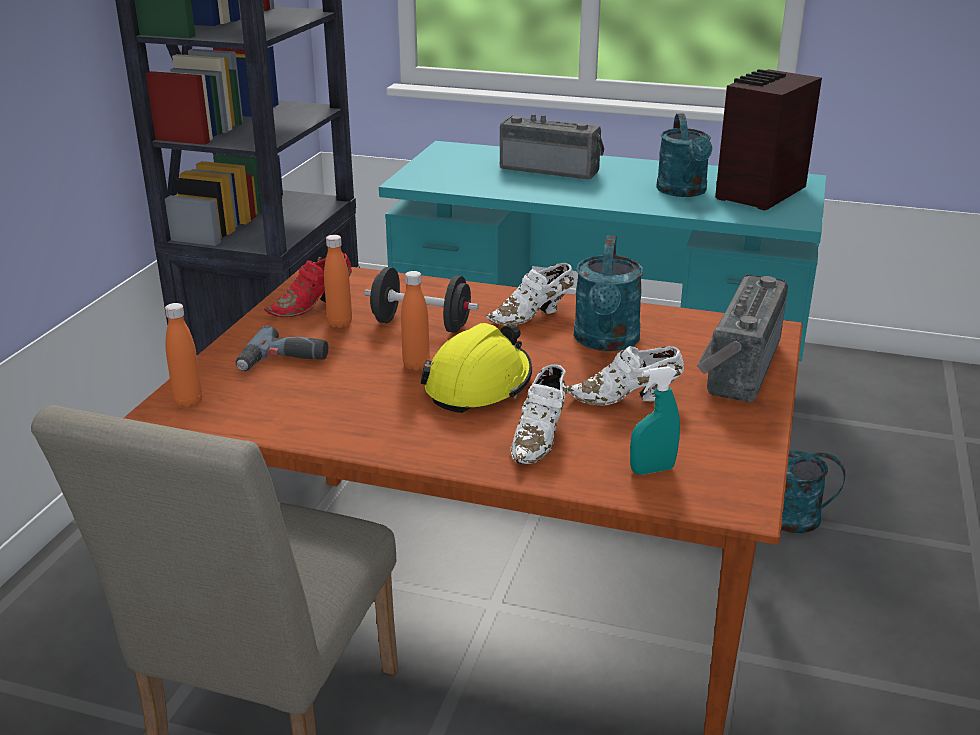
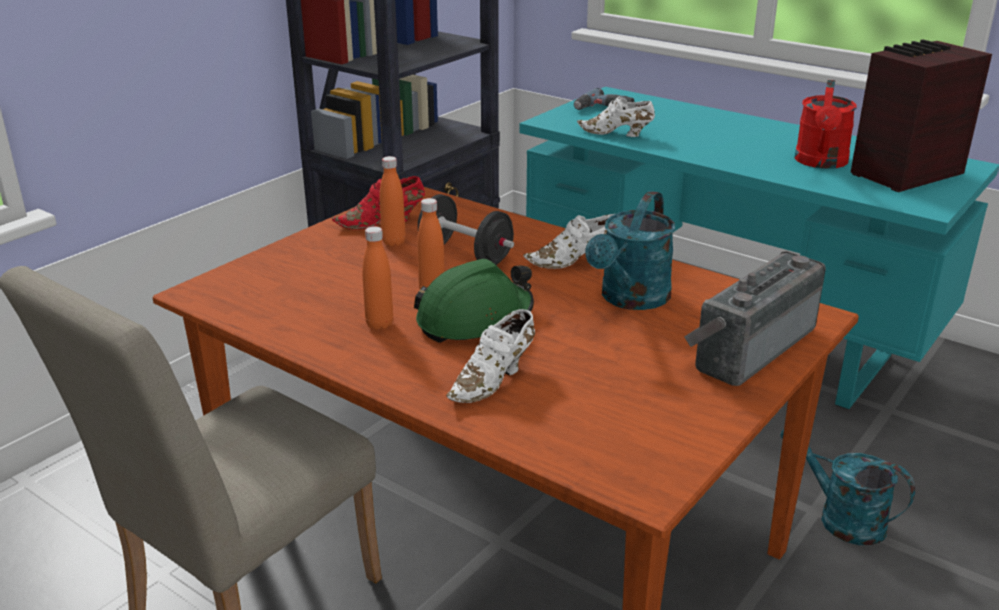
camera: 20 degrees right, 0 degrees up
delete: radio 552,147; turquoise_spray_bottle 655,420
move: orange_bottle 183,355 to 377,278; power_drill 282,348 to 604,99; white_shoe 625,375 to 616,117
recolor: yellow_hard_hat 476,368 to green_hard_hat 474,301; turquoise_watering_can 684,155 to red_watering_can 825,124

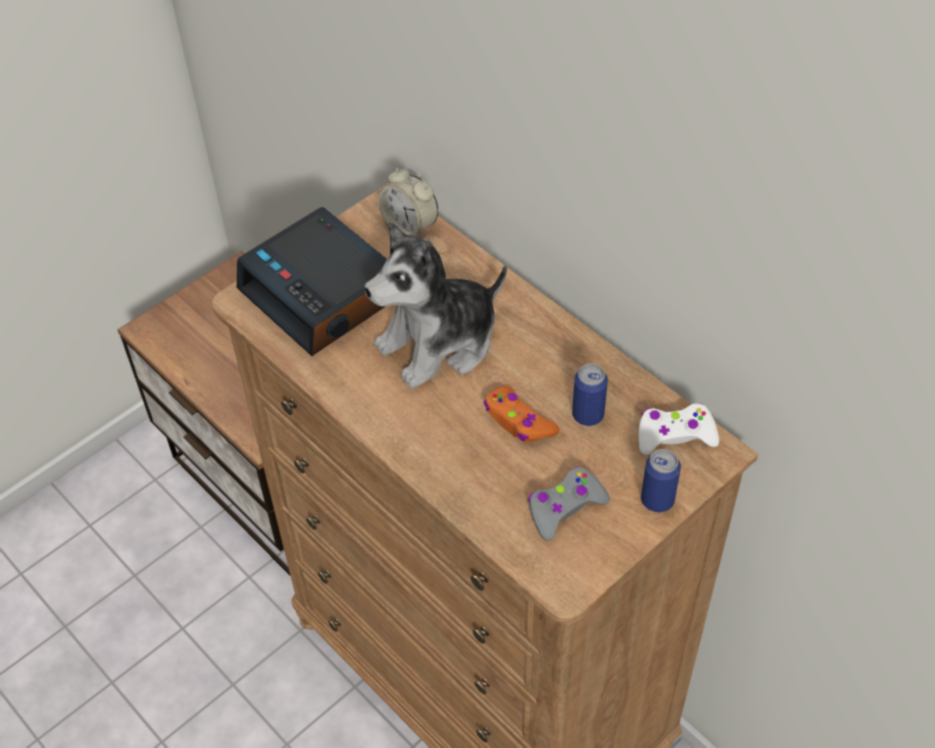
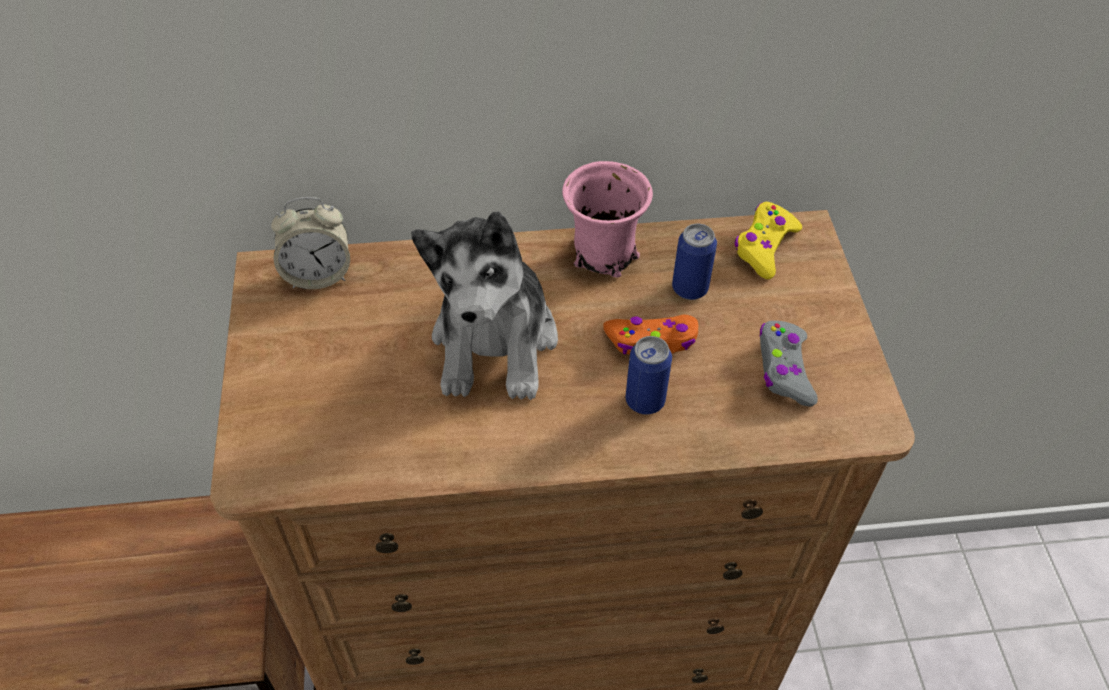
camera: 55 degrees left, 0 degrees up
delete: alarm_clock 312,281
insert: pink_mug 607,219
move: can 661,480 to 649,375
recolor: white_game_controller 678,429 to yellow_game_controller 768,240

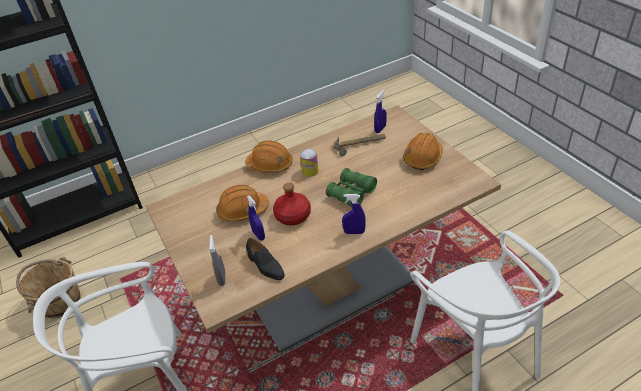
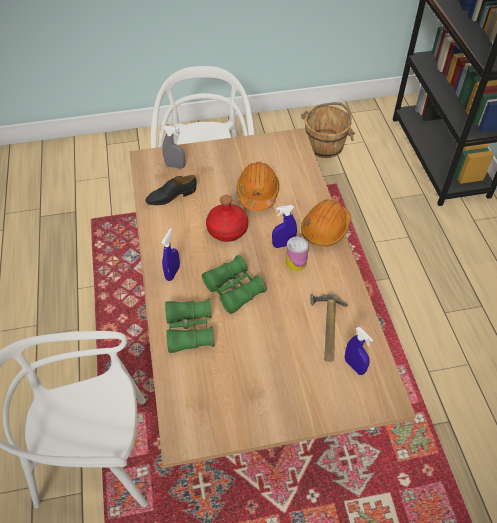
camera: 105 degrees right, 10 degrees up
delete: orange_hard_hat 423,151
insert: green_binoculars 190,325
move: blue_spray_bottle 256,218 to 284,226

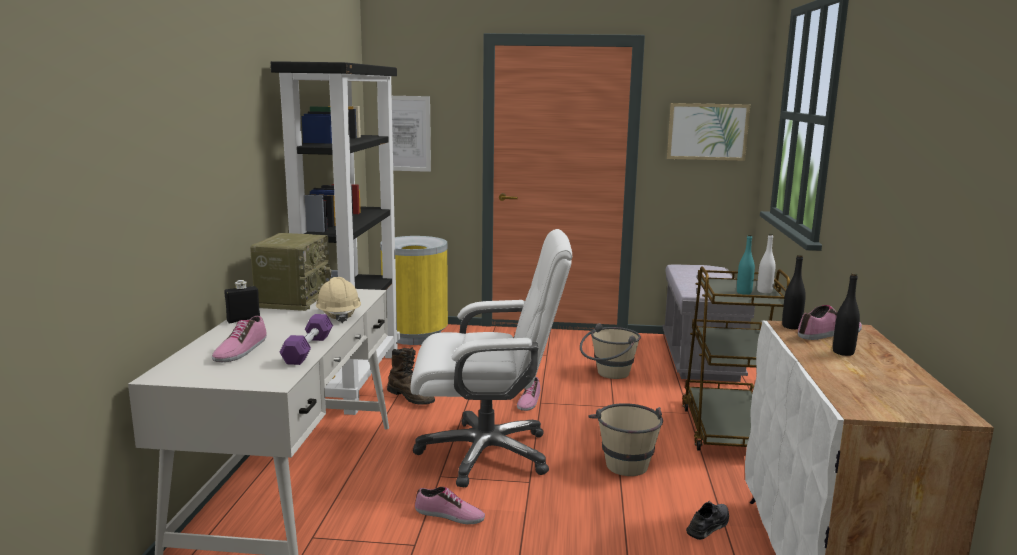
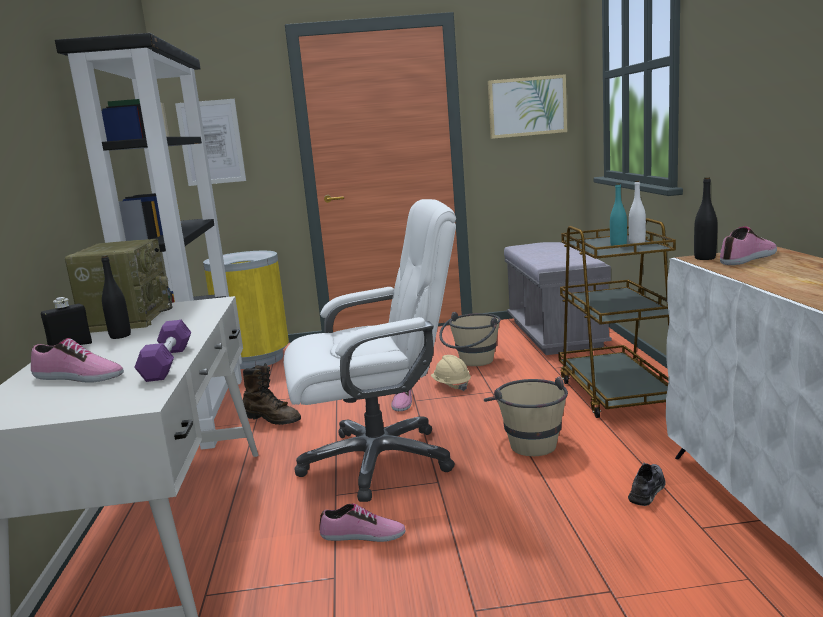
camera: 10 degrees left, 0 degrees up
move: beige_hard_hat 338,300 to 451,373; black_bottle 846,314 to 116,297
rotate: shoe 239,339 = 77,360 75 degrees counterclockwise

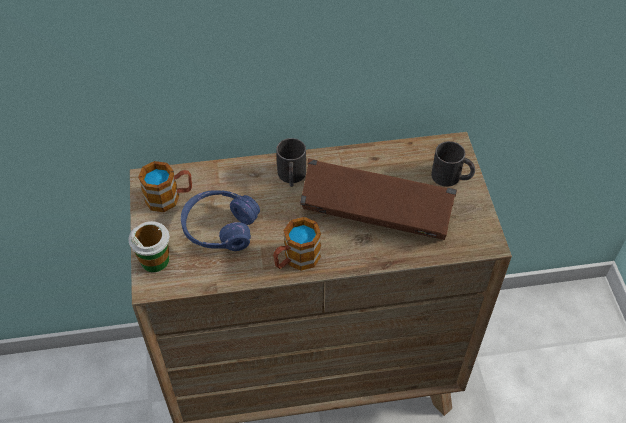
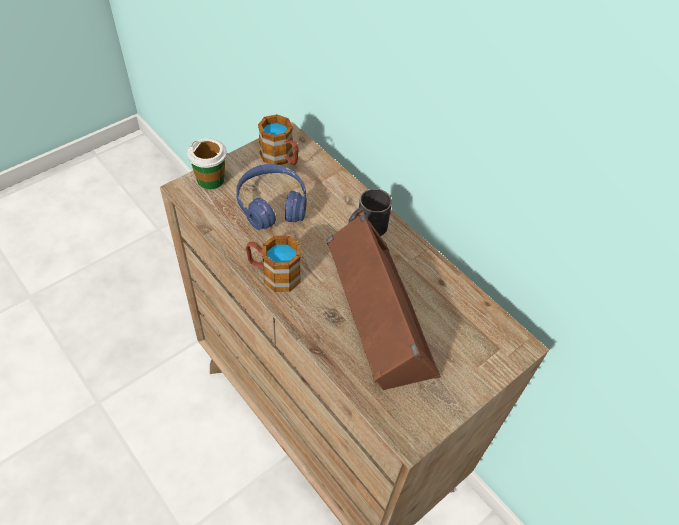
camera: 55 degrees right, 0 degrees up
delete: black_mug 453,164

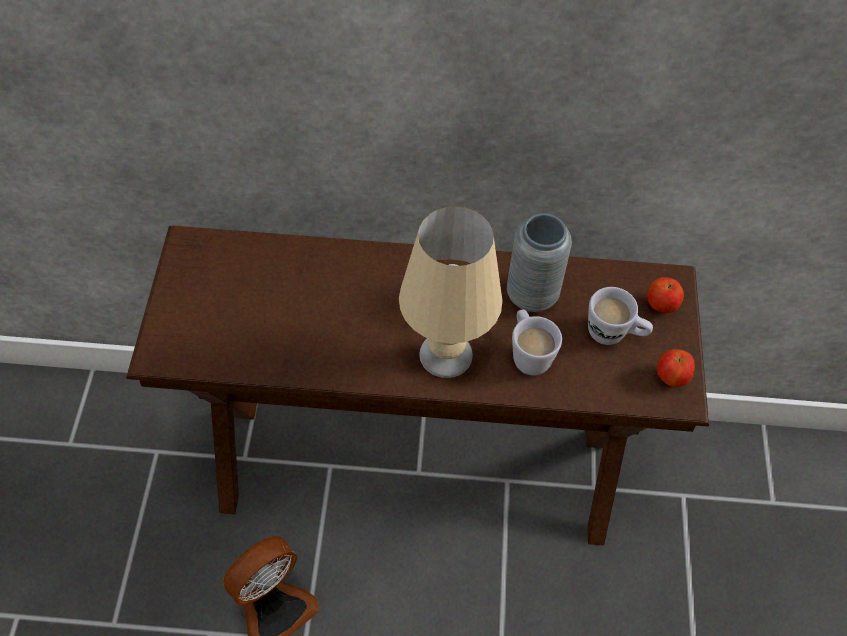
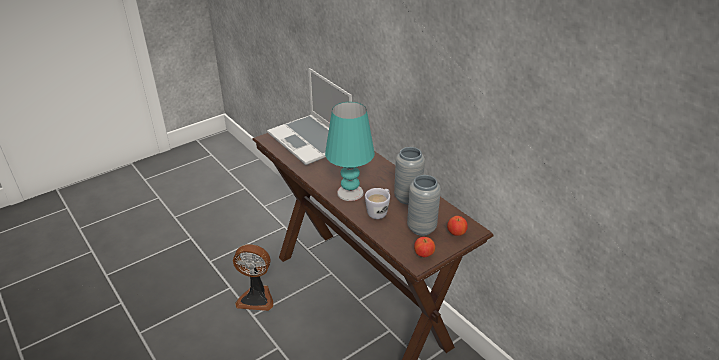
camera: 50 degrees right, 20 degrees down
insert: laptop 309,116
replace: white_mug 620,316 to grey_vase 424,205
recolor: beige_table_lamp 450,292 to turquoise_table_lamp 350,151

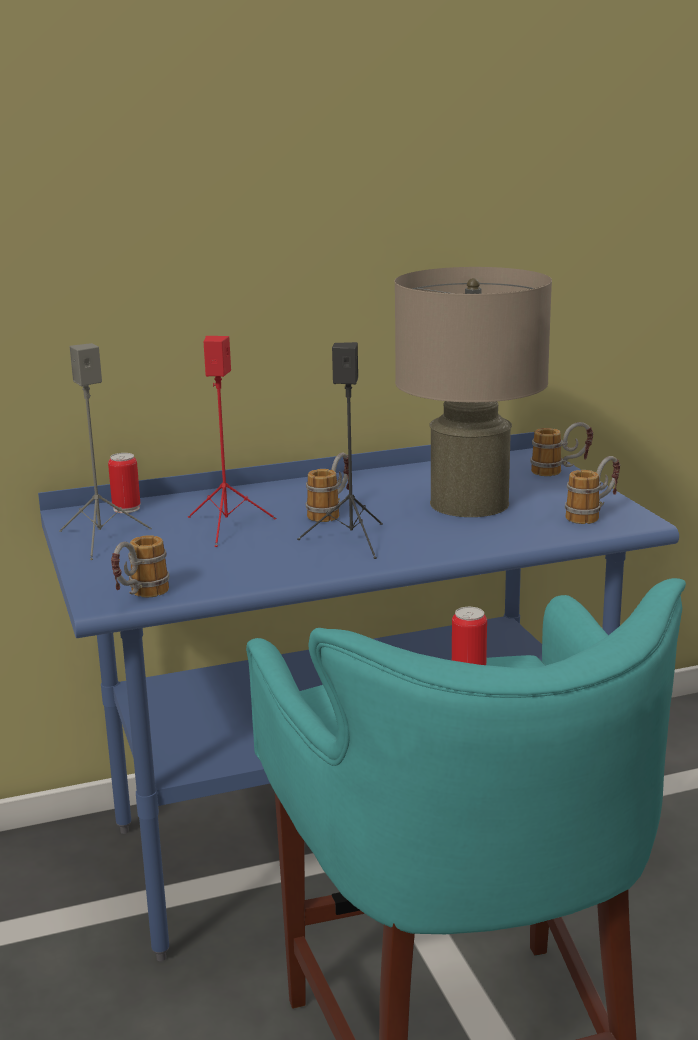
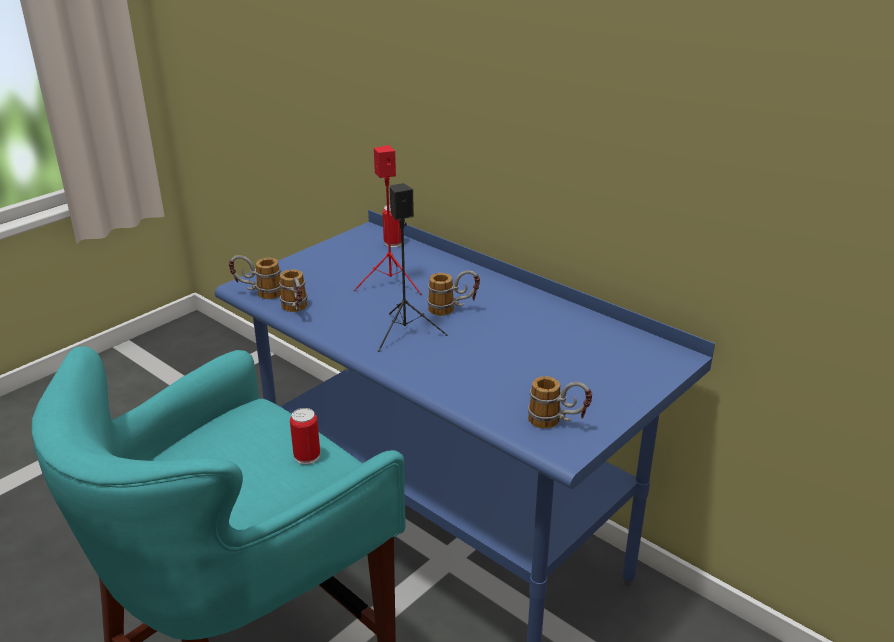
camera: 60 degrees right, 10 degrees up
delete: grey_speaker 105,451; beige_table_lamp 473,392
move: mug 561,449 to 293,290

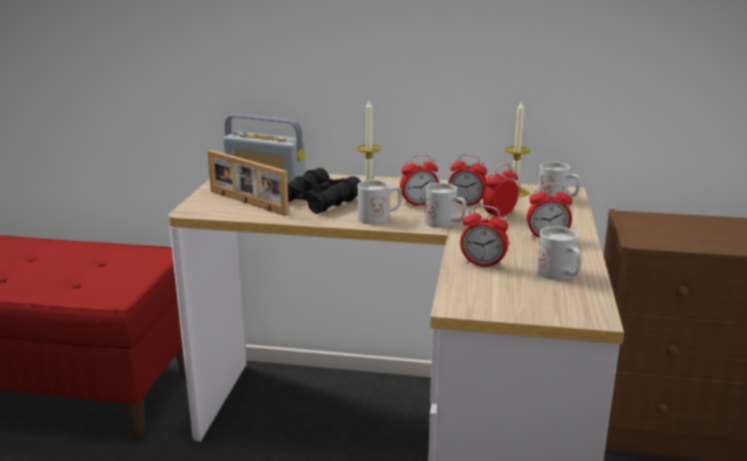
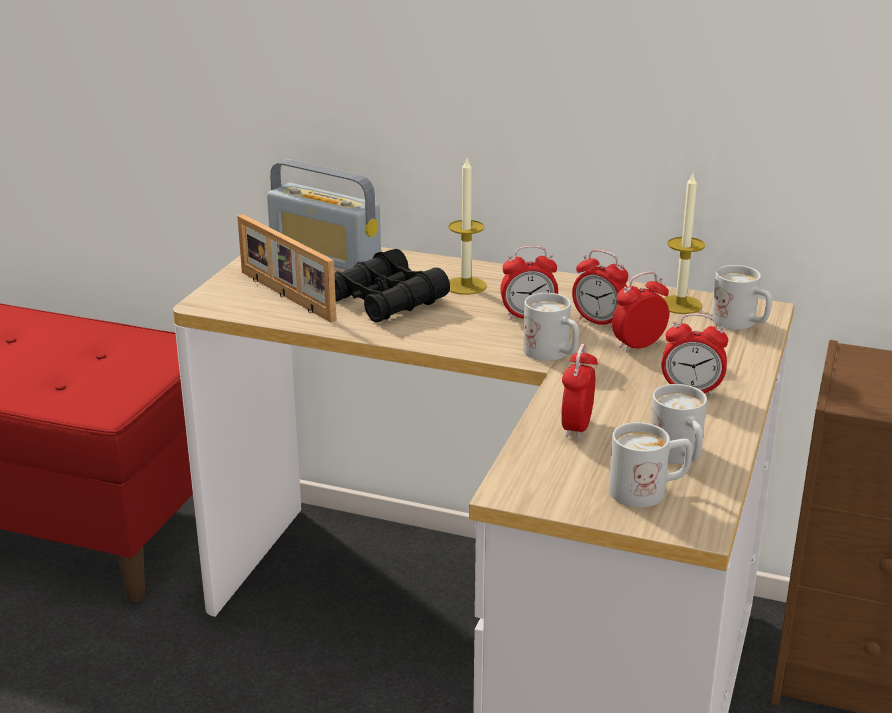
camera: 10 degrees right, 5 degrees up
move: white_mug 380,202 to 650,465
rotate: alarm_clock 484,237 = 579,391 75 degrees clockwise

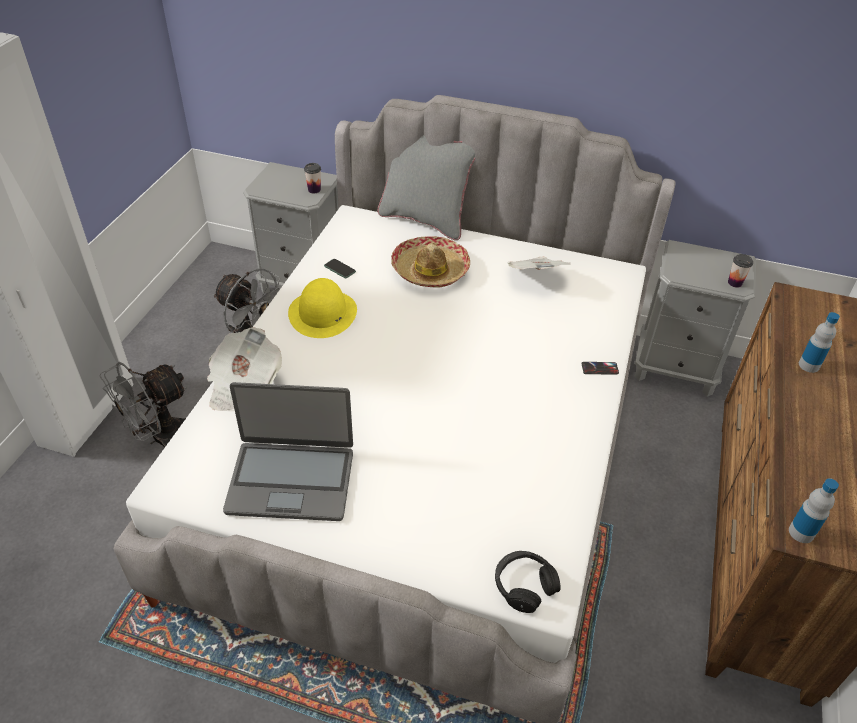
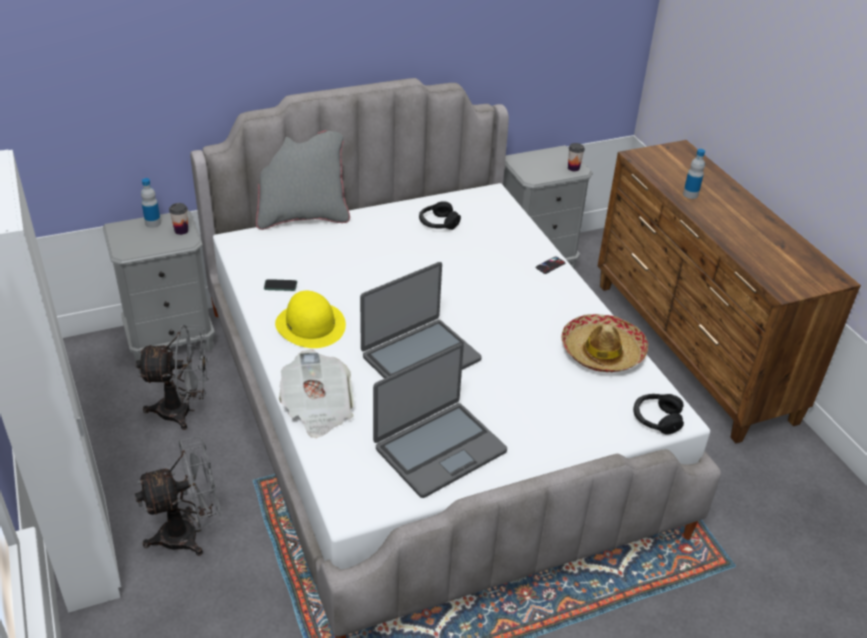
camera: 40 degrees left, 5 degrees down
insert: laptop 421,320
move: hat 430,262 to 604,343; bottle 814,510 to 151,203
replace: newspaper 539,263 to black_headphones 440,215
rotate: grey_fan 143,405 = 178,496 120 degrees counterclockwise

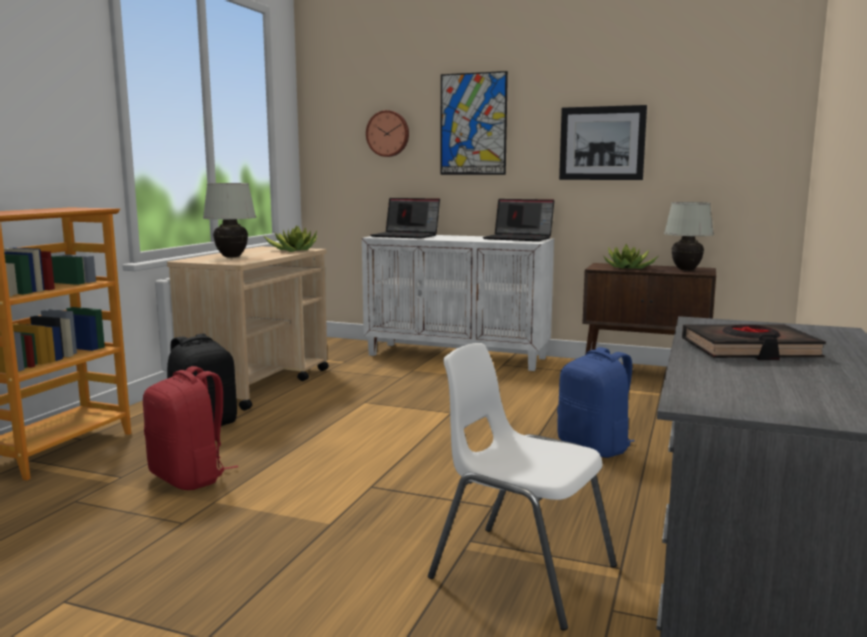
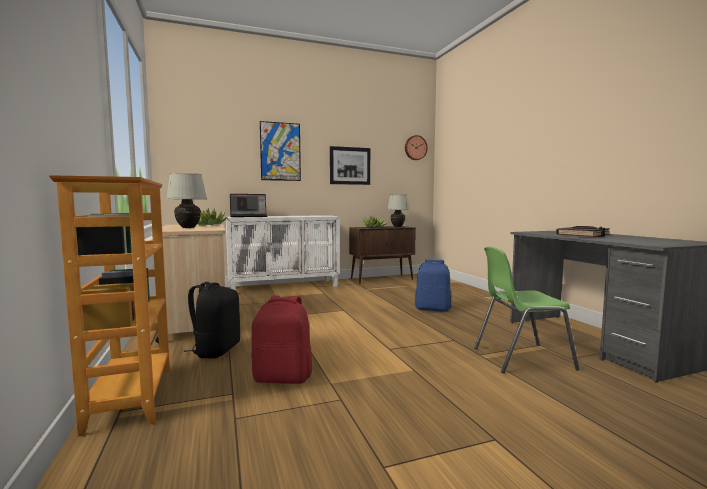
camera: 40 degrees left, 5 degrees down
delete: laptop 518,220
move: wall_clock 387,133 to 416,147
recolor: white_chair 522,487 to green_chair 526,310

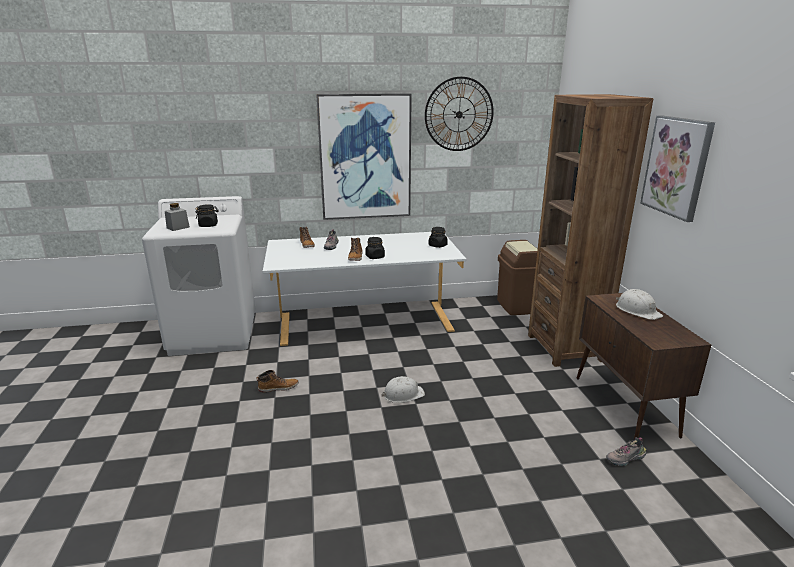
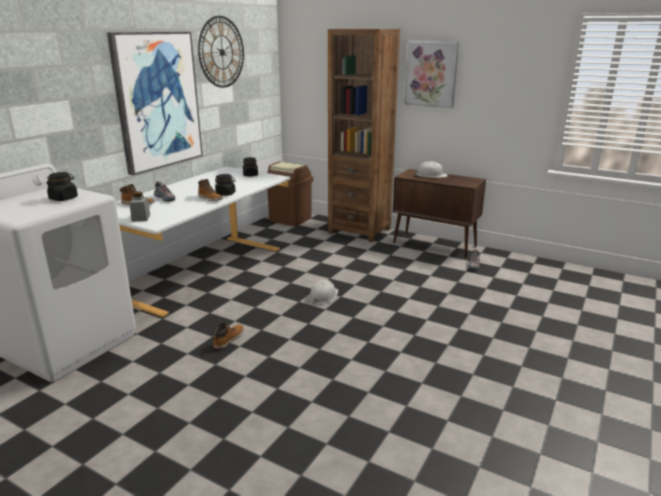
camera: 50 degrees left, 0 degrees up
move: grey_jar 177,217 to 140,207

